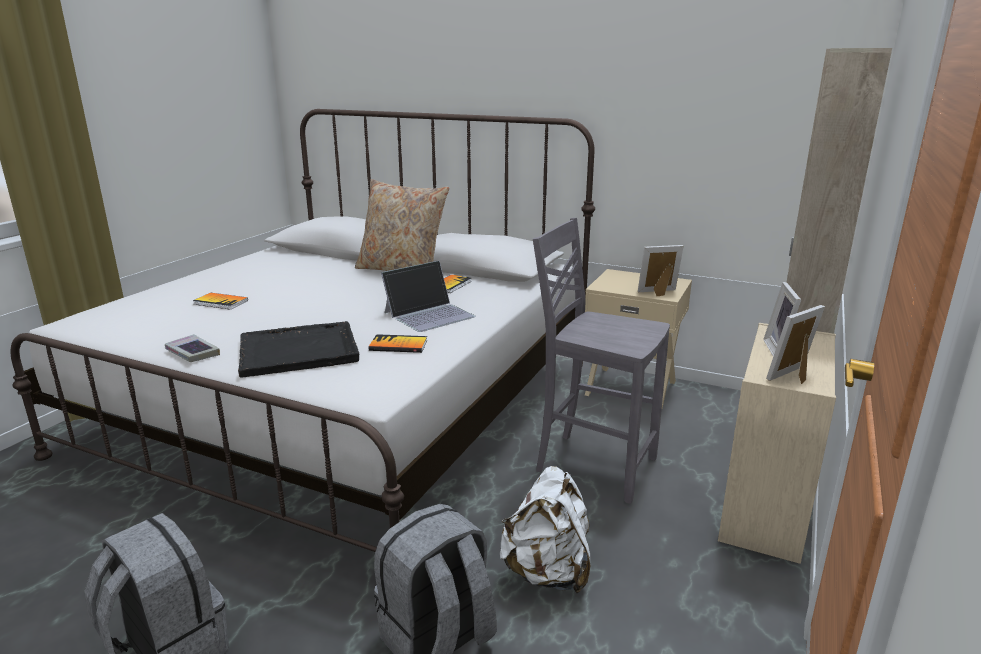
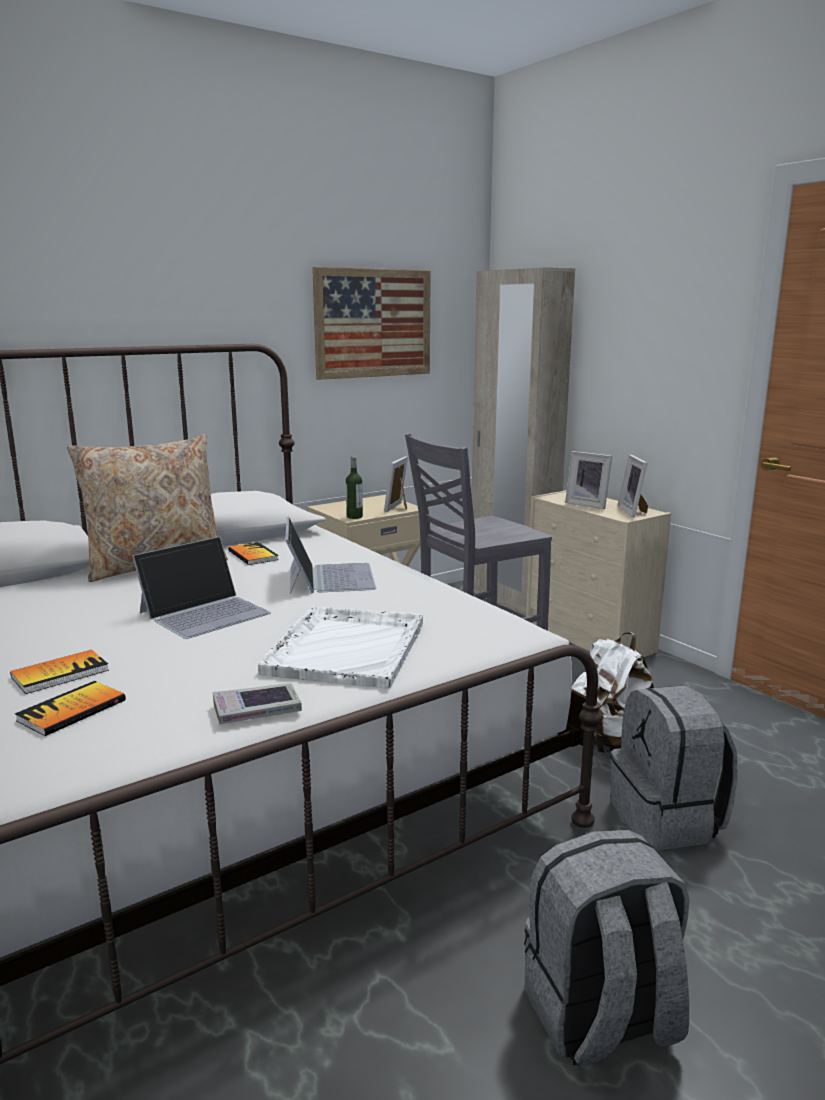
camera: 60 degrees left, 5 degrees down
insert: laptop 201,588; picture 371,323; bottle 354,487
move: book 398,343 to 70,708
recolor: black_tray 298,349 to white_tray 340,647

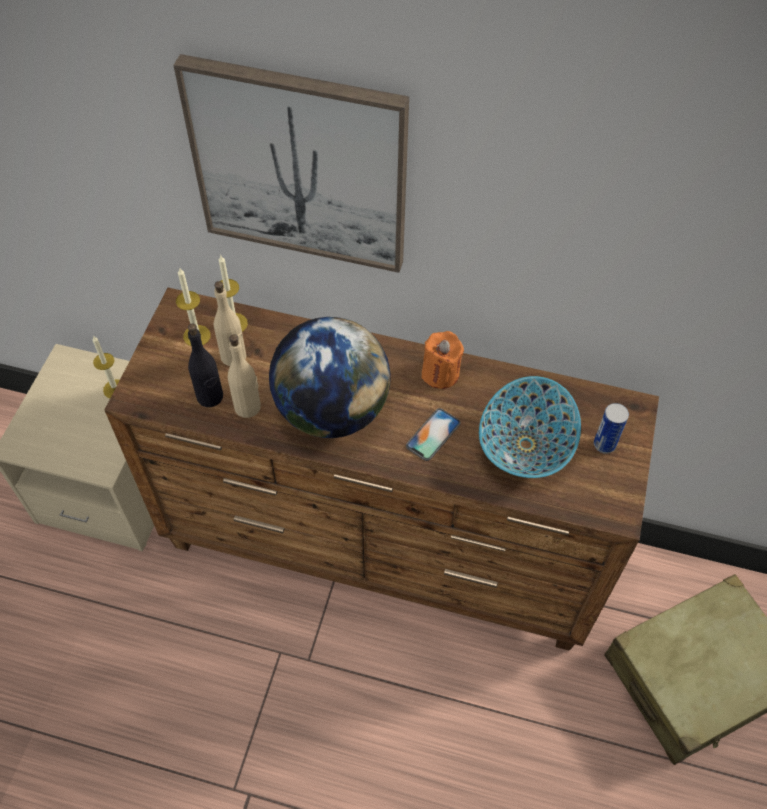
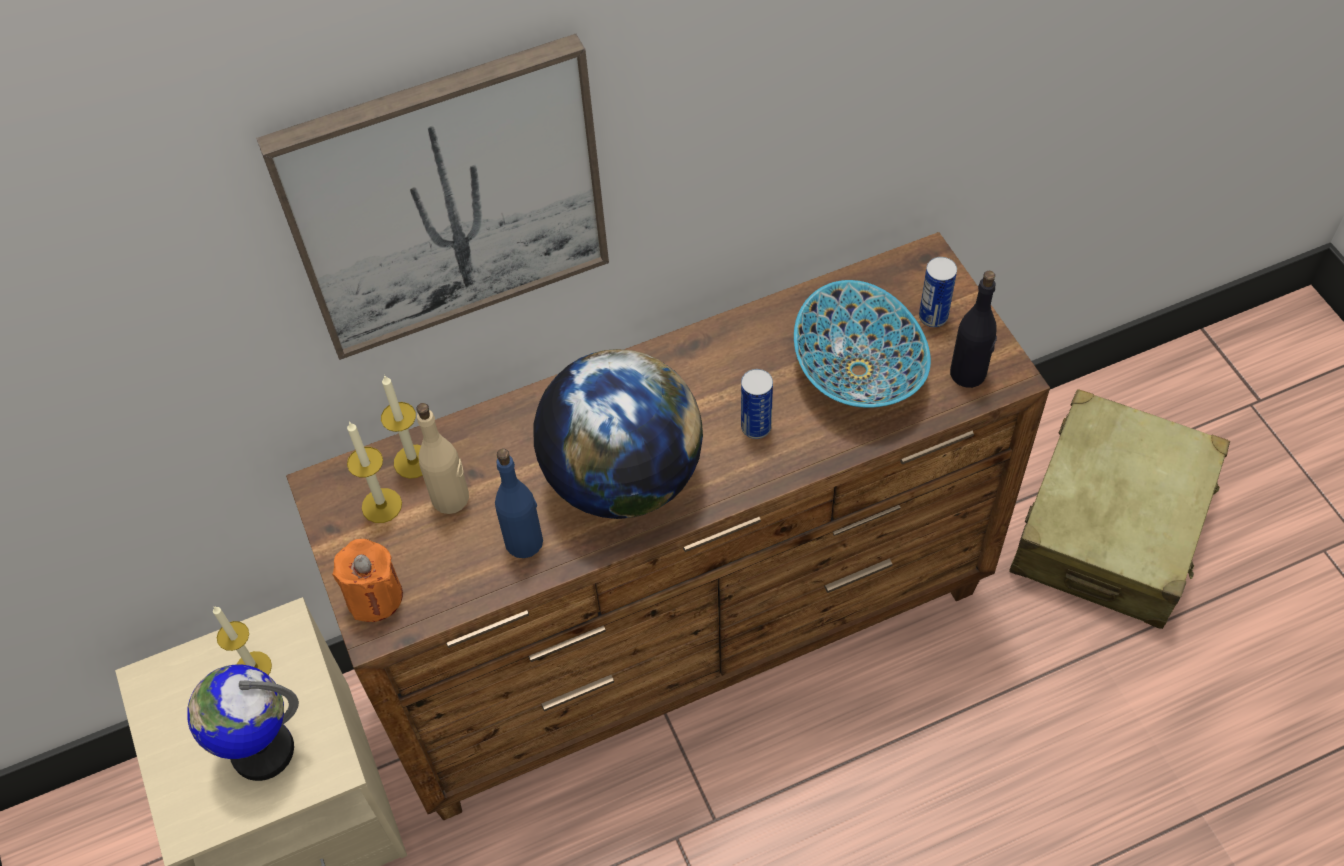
camera: 35 degrees left, 0 degrees up
insert: globe 243,723
move: black_bottle 205,365 to 973,329; orange_candle 442,360 to 367,580
replace: phone 433,434 to can 757,404
recolor: beige_bottle 244,376 to blue_bottle 519,503

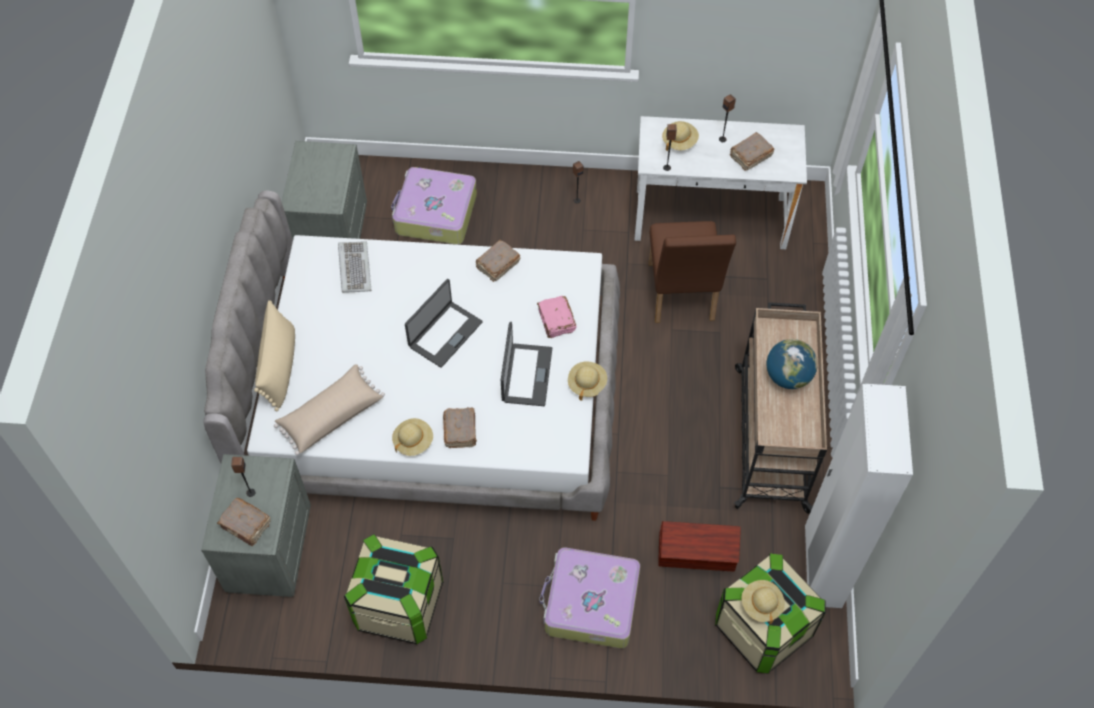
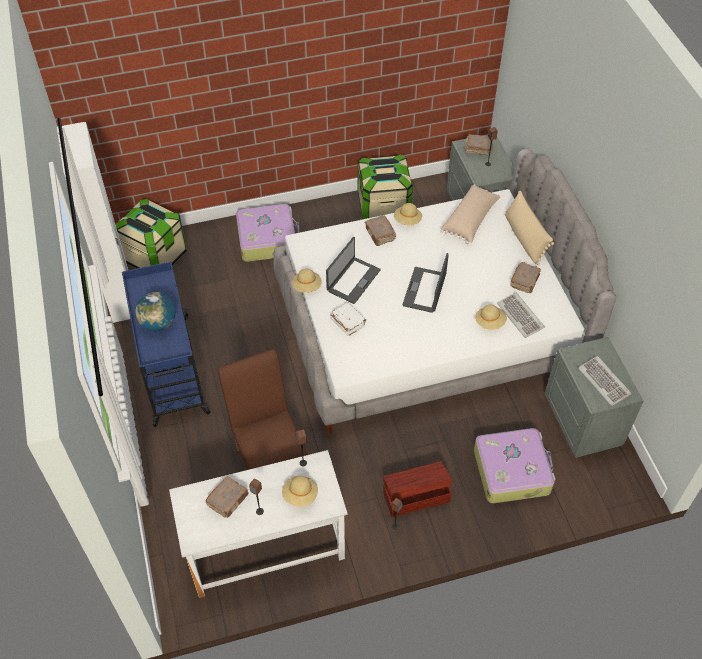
camera: 160 degrees right, 5 degrees down
insert: keyboard 605,381
move: brown_book 498,261 to 526,277; brown_storage_box 699,546 to 417,489; beige_hat 763,602 to 491,317
recolor: pink_book 556,317 to white_book 348,319; beige_cart 780,408 to blue_cart 166,344
rotate: laptop 526,364 = 353,270 135 degrees counterclockwise

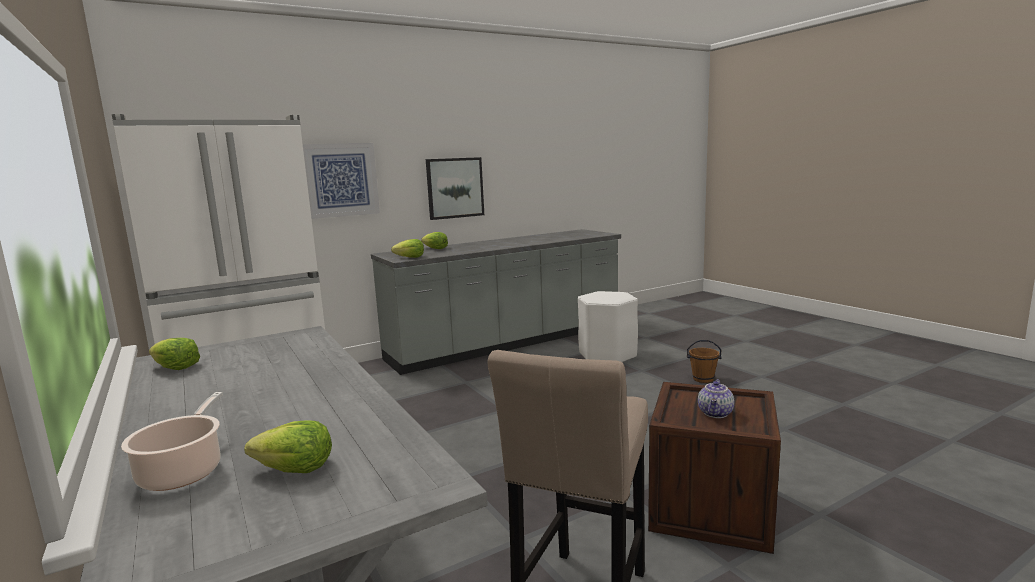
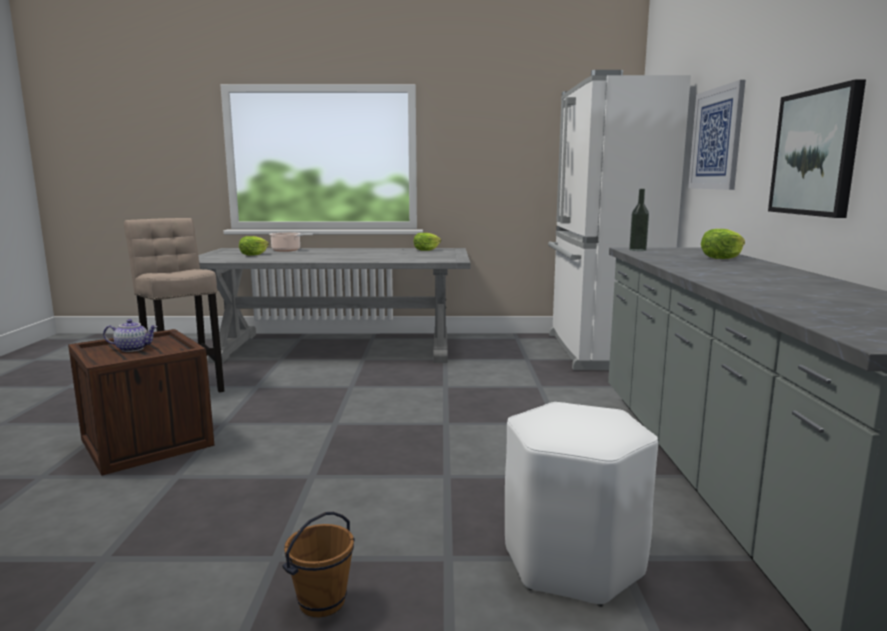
camera: 120 degrees right, 0 degrees up
replace: lettuce 407,248 to bottle 639,220
rotate: teapot 716,398 = 130,335 120 degrees clockwise

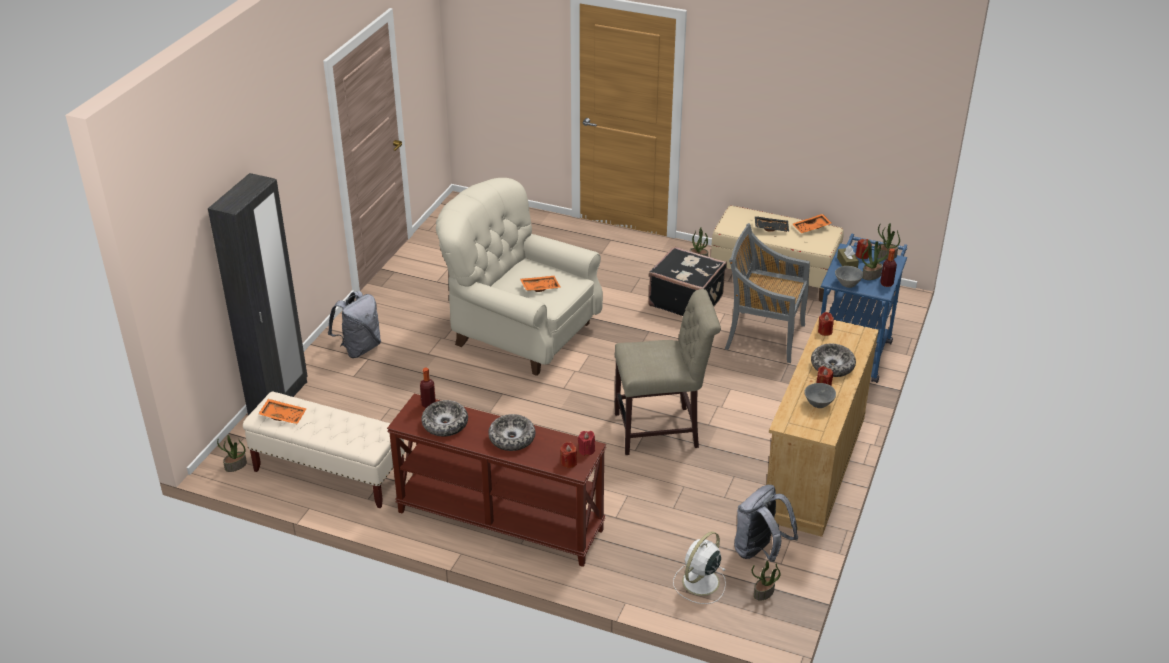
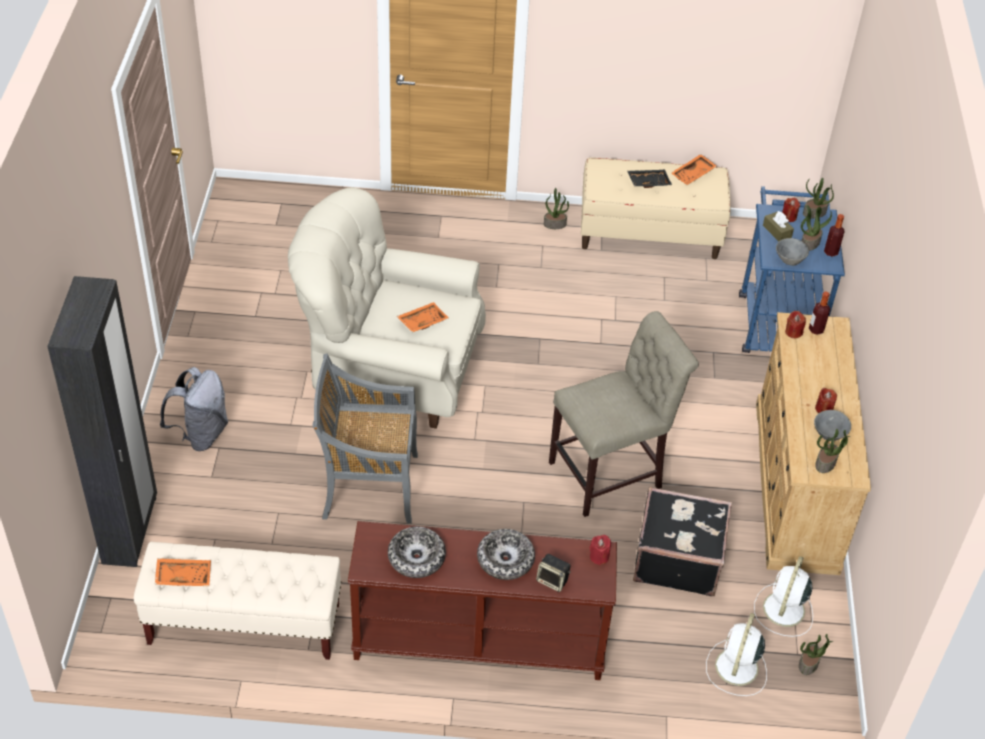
camera: 20 degrees left, 10 degrees up
delete: red_candle 568,455; bowl 833,360
insert: speaker 553,573
move: potted_plant 232,453 to 833,451; bottle 428,388 to 819,313; black_suitcase 687,281 to 682,541; grey_chair 767,293 to 365,438
replace: grey_backpack 766,523 to white_fan 783,596

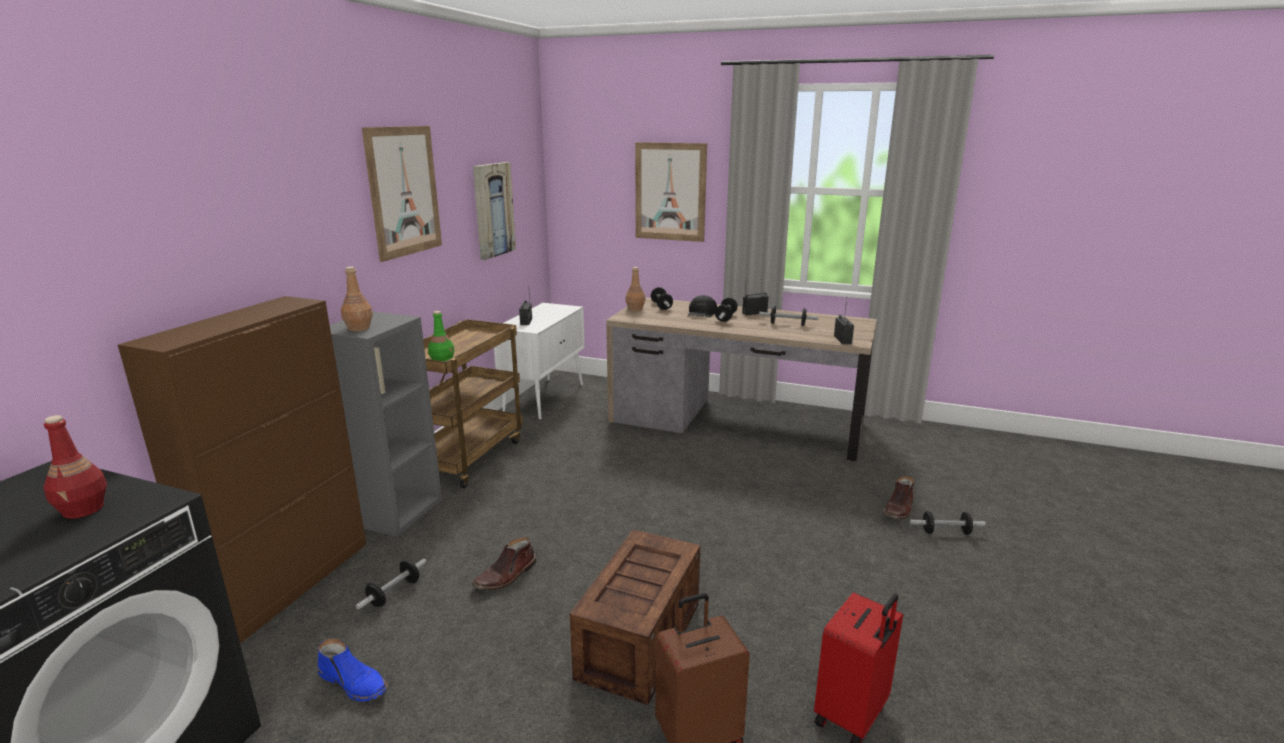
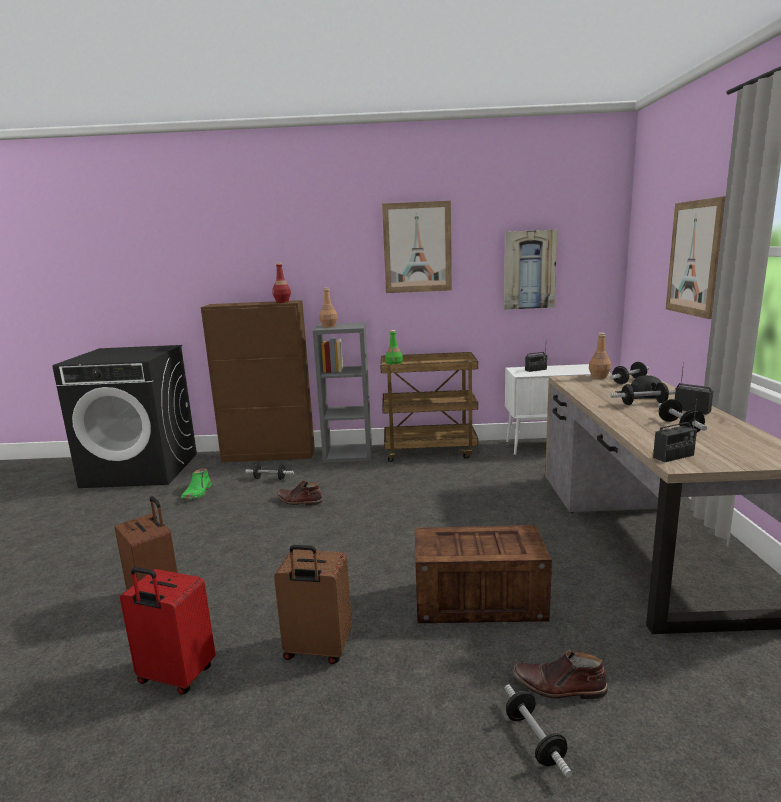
camera: 70 degrees right, 5 degrees down
insert: brown_suitcase 313,604
move: red_bottle 75,467 to 281,283; crate 635,617 to 483,574
recolor: blue_boot 353,670 to green_boot 196,483

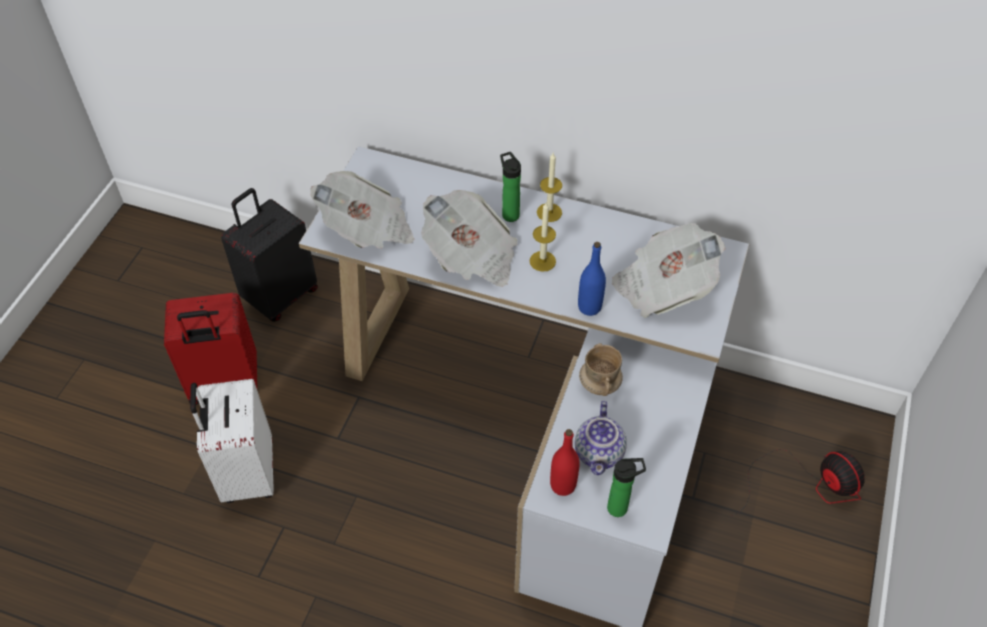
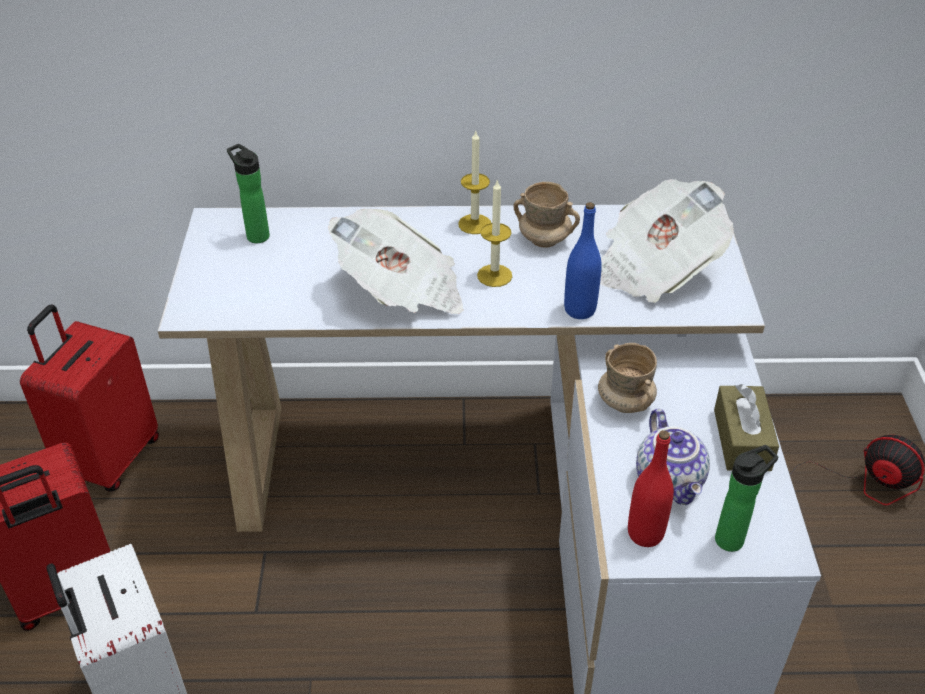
camera: 20 degrees left, 10 degrees down
delete: newspaper 362,210
insert: beige_mug 546,214; brown_tissue_box 746,427
move: bottle 510,187 to 248,193
recolor: black_suitcase 269,255 to red_suitcase 89,398

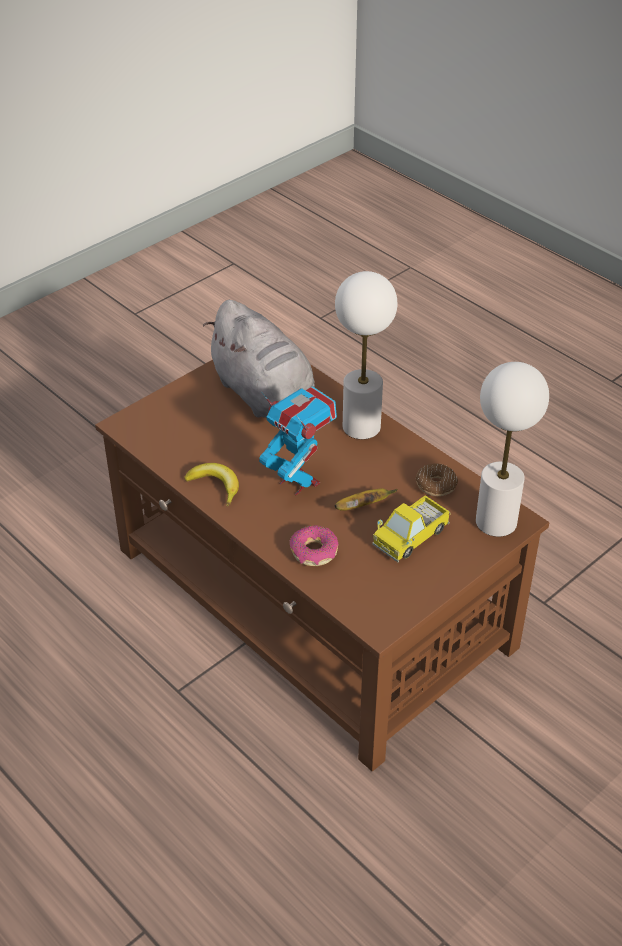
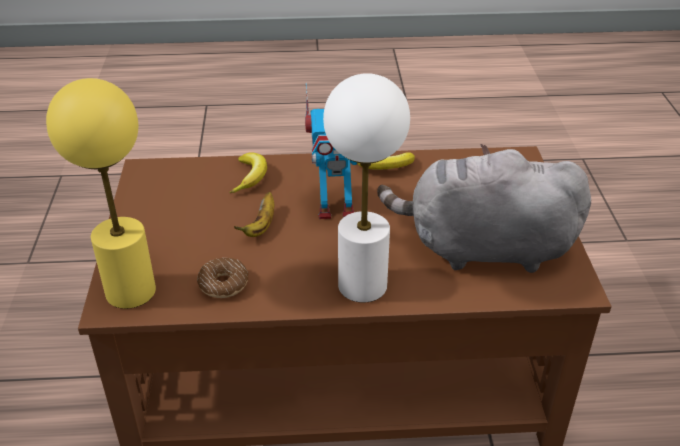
camera: 130 degrees right, 5 degrees down
delete: toy_truck 411,528
replace: donut 314,545 to banana 248,172
recolor: white_table_lamp 512,449 to yellow_table_lamp 101,193

